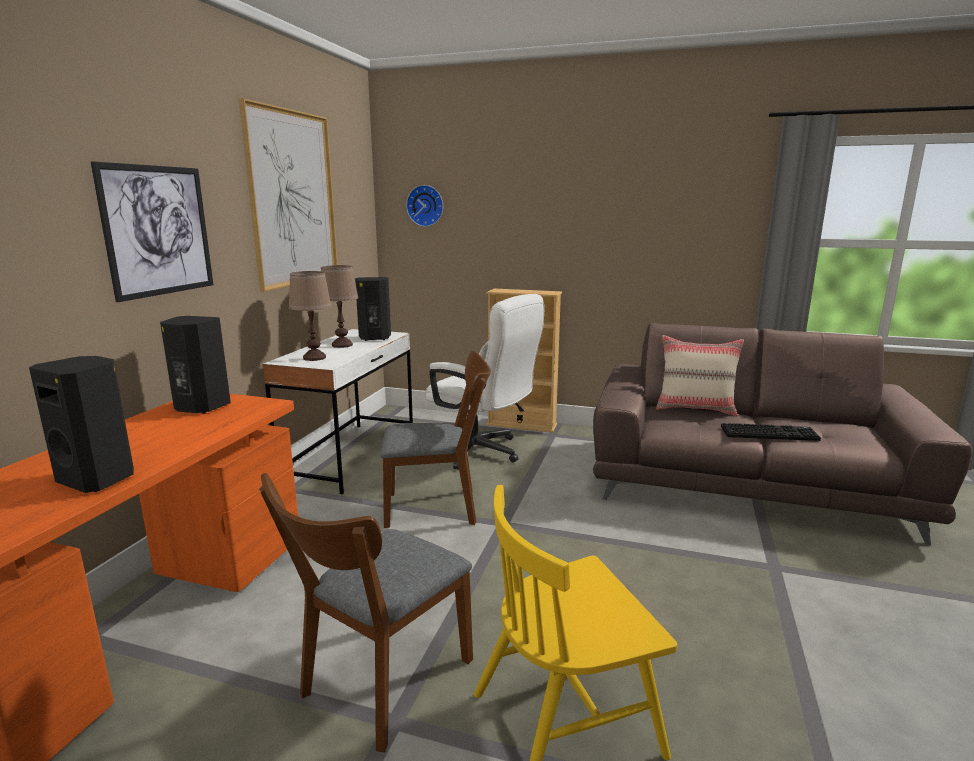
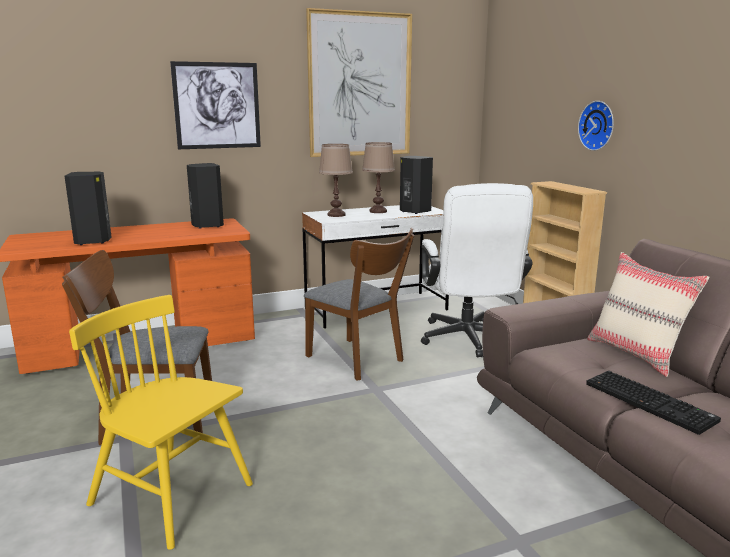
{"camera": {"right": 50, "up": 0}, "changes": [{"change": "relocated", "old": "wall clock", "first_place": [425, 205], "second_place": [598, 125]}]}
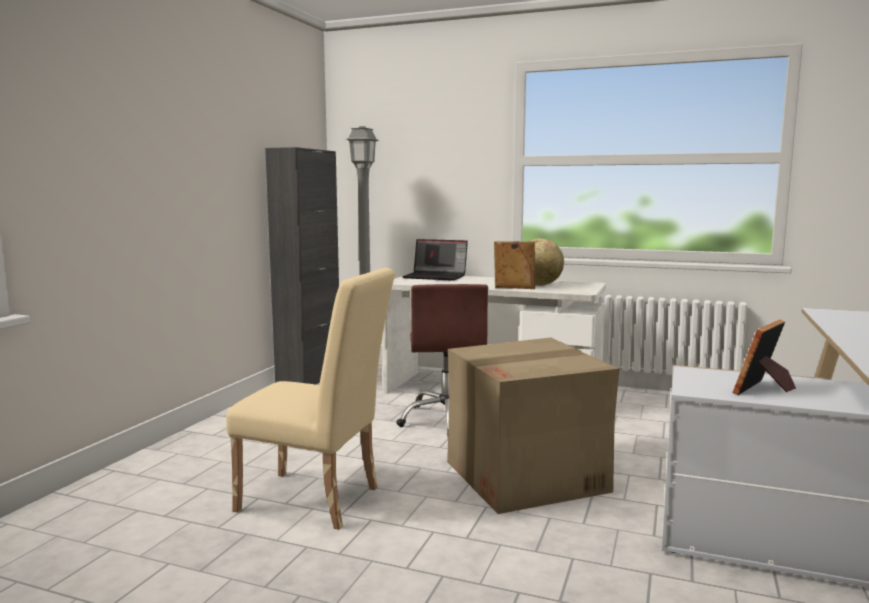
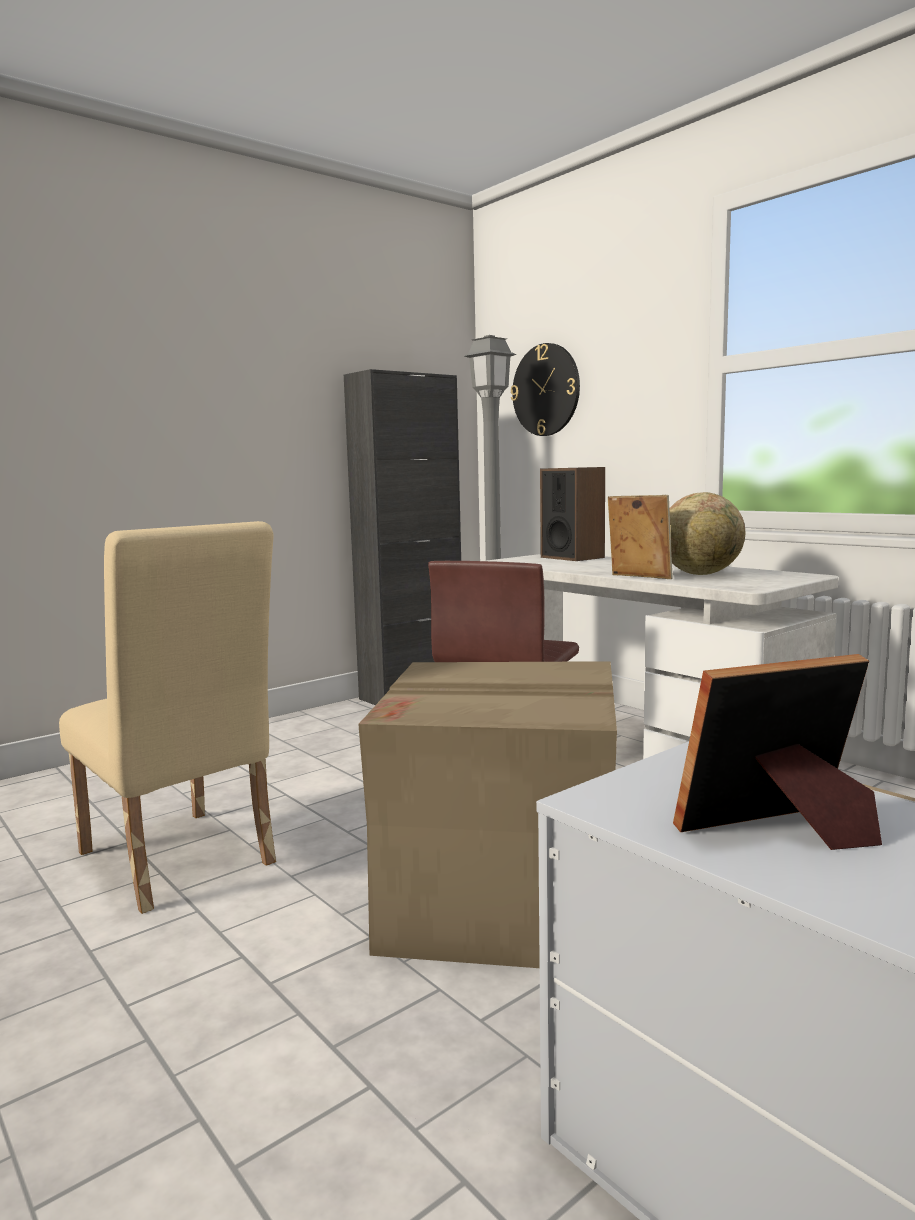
{"camera": {"right": 30, "up": 0}, "changes": [{"change": "exchanged", "old": "laptop", "new": "speaker", "first_place": [436, 277], "second_place": [572, 557]}, {"change": "appeared", "new": "wall clock", "second_place": [546, 390]}]}
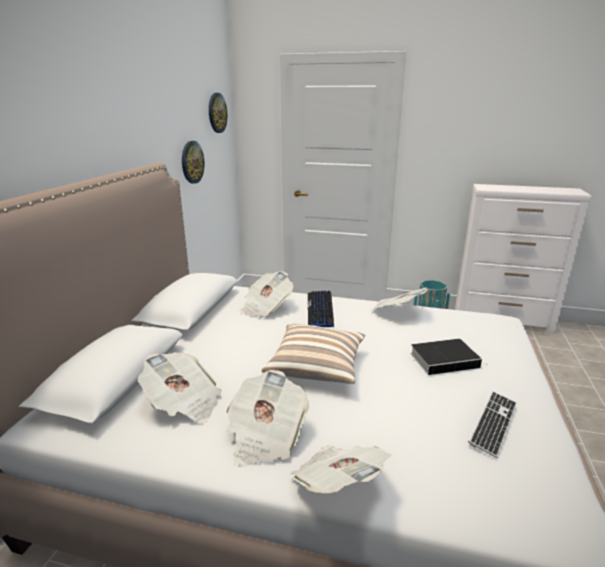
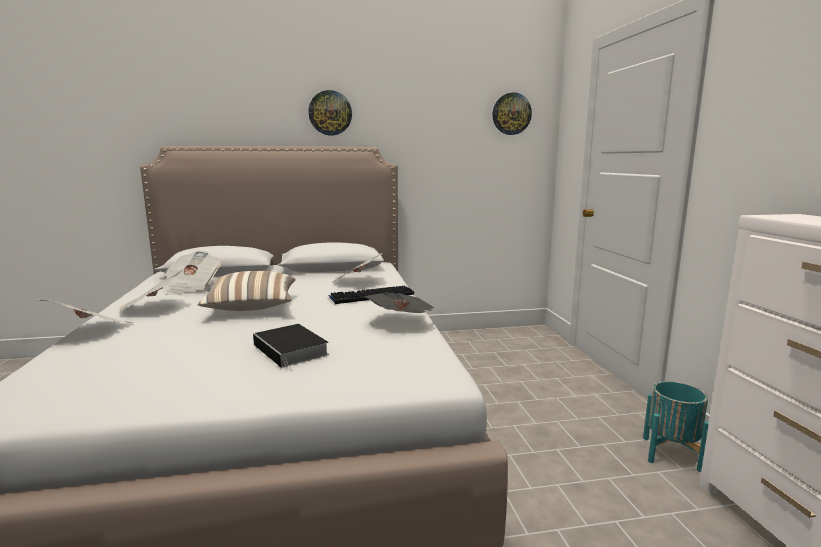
{"camera": {"right": 65, "up": -10}, "changes": [{"change": "relocated", "old": "wall clock", "first_place": [192, 162], "second_place": [330, 113]}, {"change": "missing", "old": "computer keyboard", "first_place": [493, 424]}]}
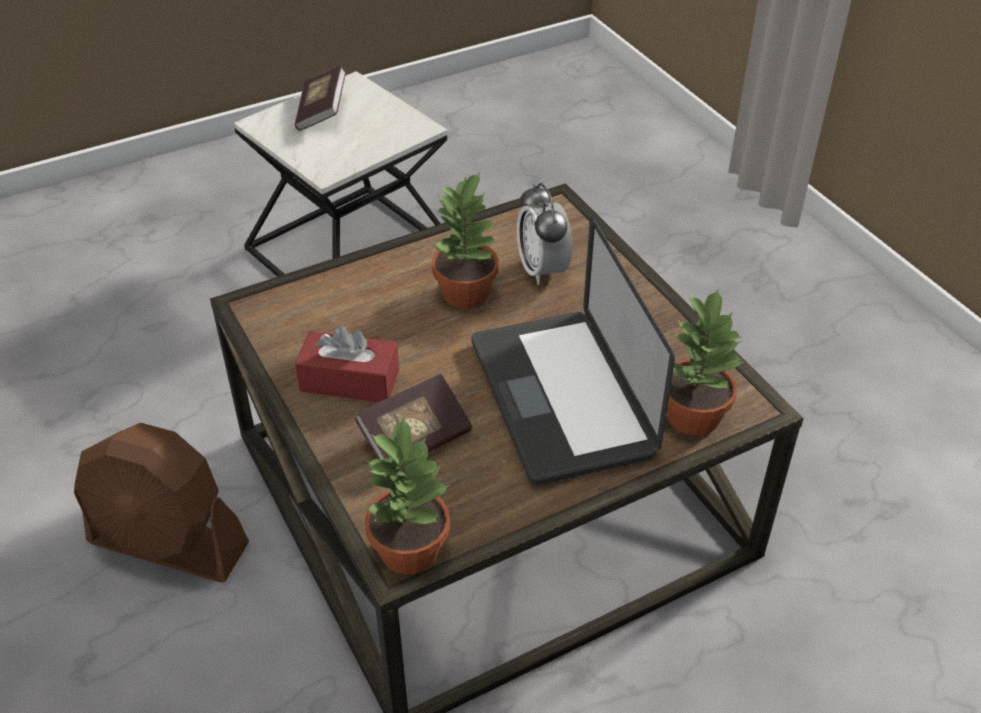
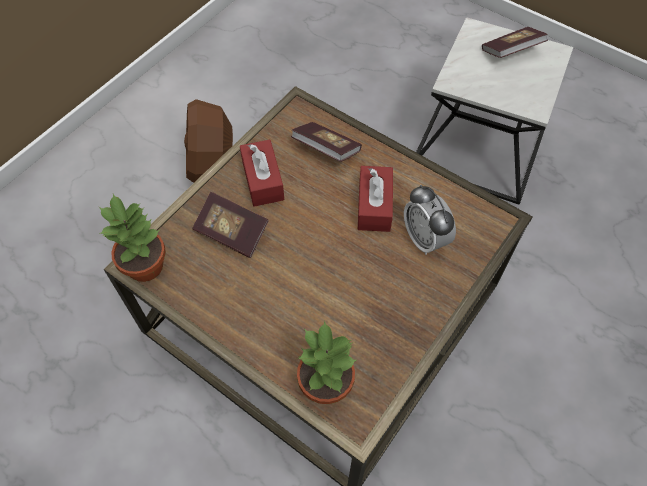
{"camera": {"right": 65, "up": 15}, "changes": [{"change": "exchanged", "old": "houseplant", "new": "tissue box in red", "first_place": [467, 293], "second_place": [374, 206]}, {"change": "missing", "old": "laptop", "first_place": [561, 397]}, {"change": "spun", "old": "alarm clock", "first_place": [542, 269], "second_place": [425, 239], "degrees": -75}, {"change": "appeared", "new": "bound book", "second_place": [326, 149]}]}
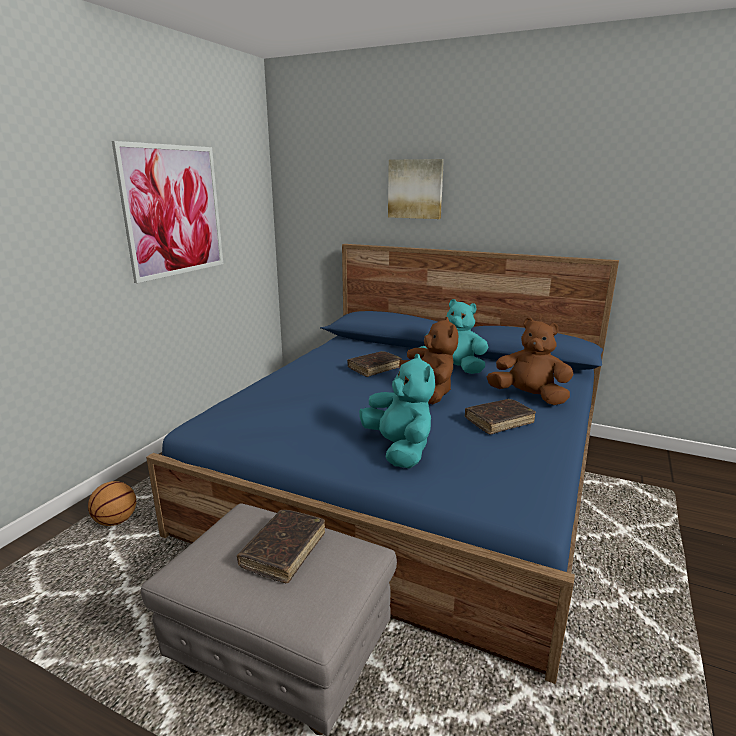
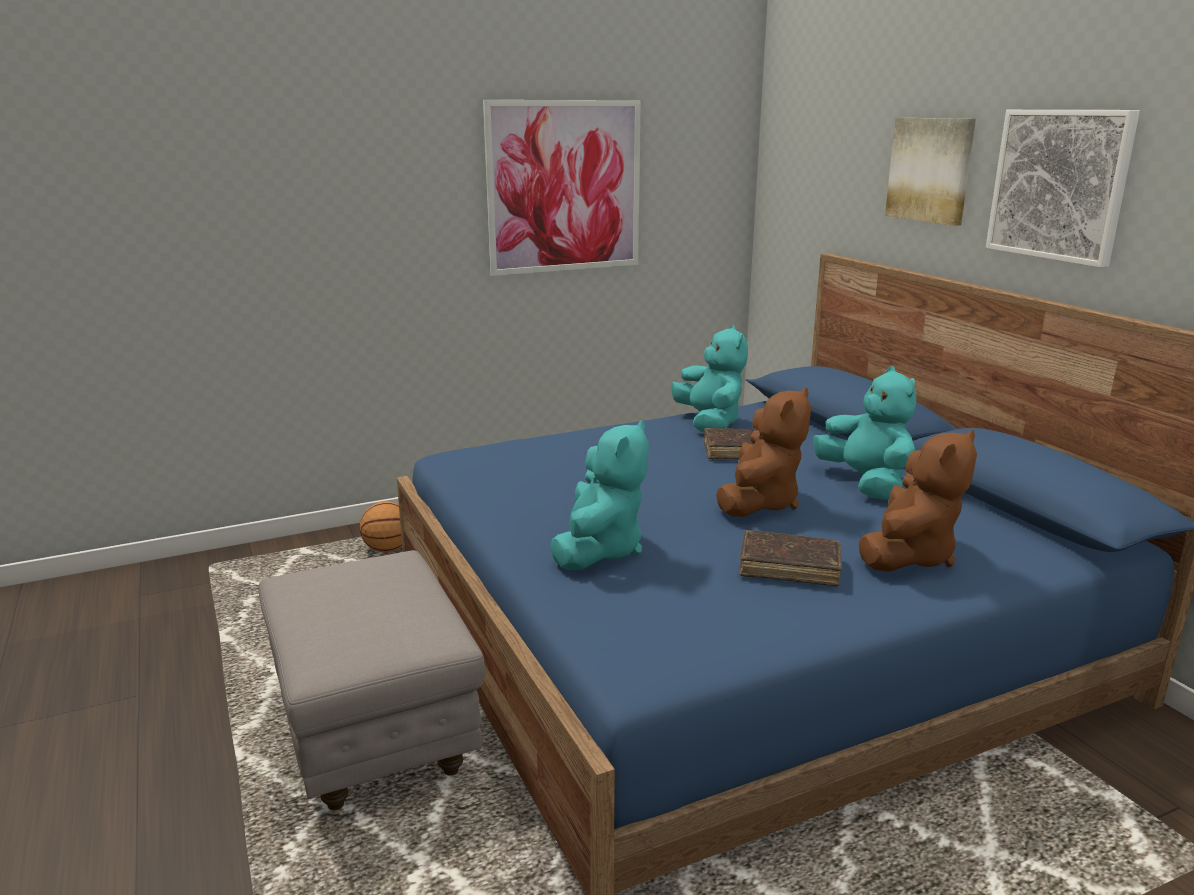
{"camera": {"right": 40, "up": 0}, "changes": [{"change": "missing", "old": "bound book in brown-coloured", "first_place": [284, 551]}, {"change": "spun", "old": "cuddly toy in brown-coloured", "first_place": [529, 397], "second_place": [909, 556], "degrees": 60}, {"change": "appeared", "new": "cuddly toy in turquoise", "second_place": [709, 423]}, {"change": "appeared", "new": "wall picture", "second_place": [1059, 185]}]}
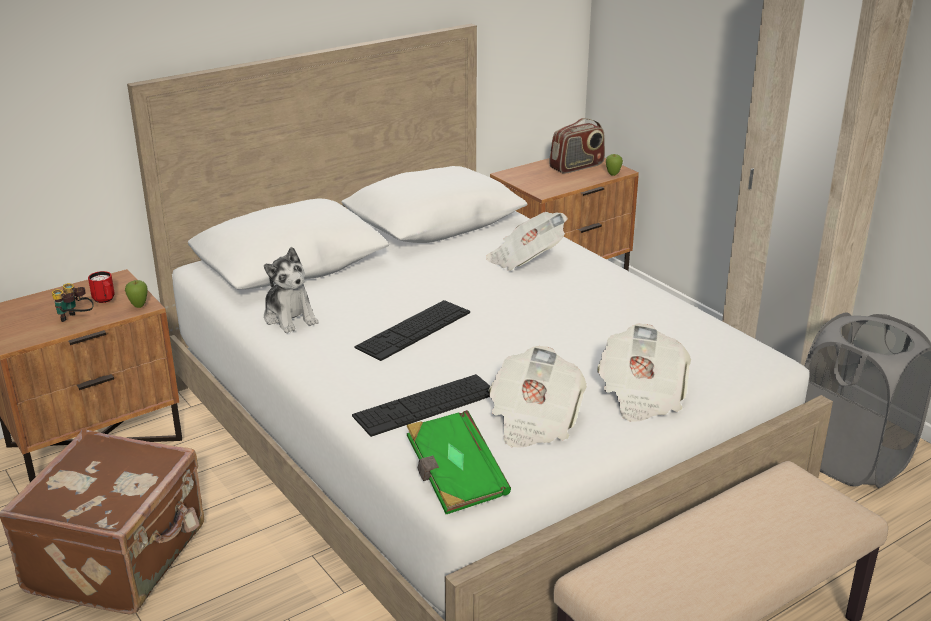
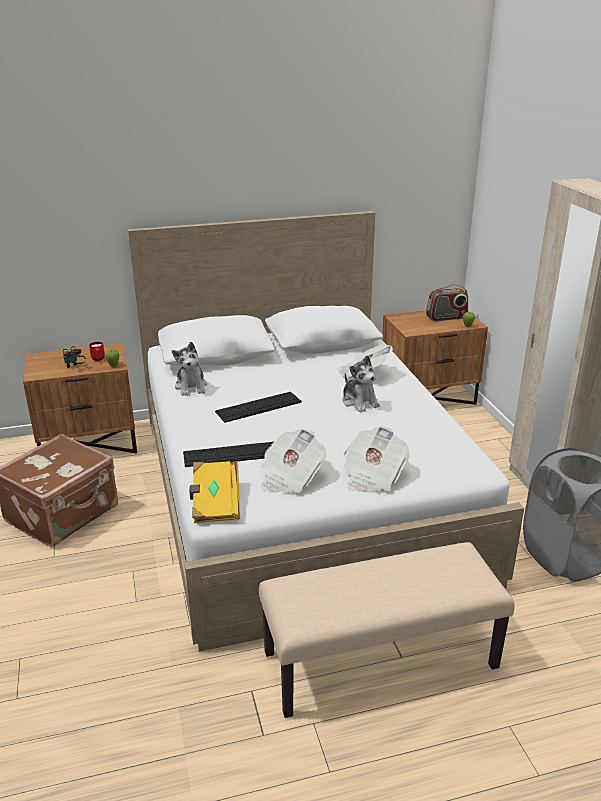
{"camera": {"right": 20, "up": 0}, "changes": [{"change": "colour", "old": "bound book in green-coloured", "new": "bound book in yellow", "first_place": [455, 479], "second_place": [215, 503]}, {"change": "appeared", "new": "cuddly toy", "second_place": [359, 402]}]}
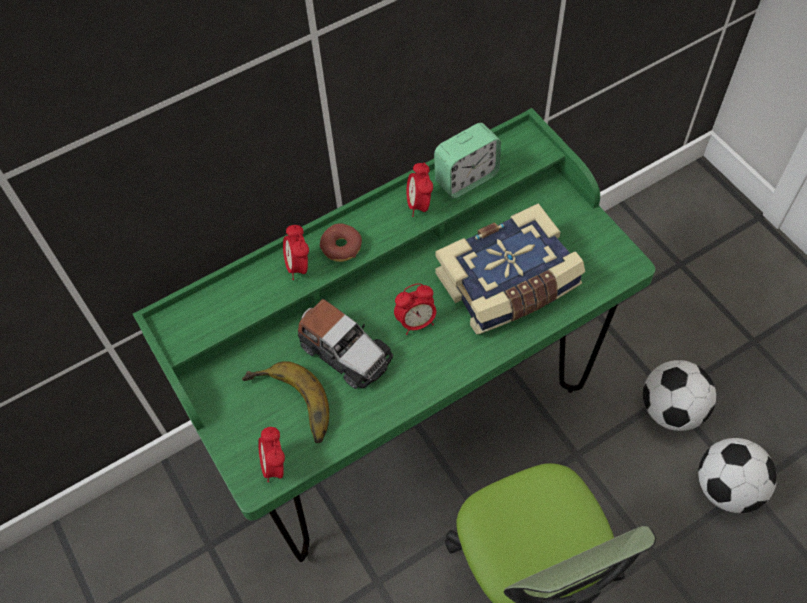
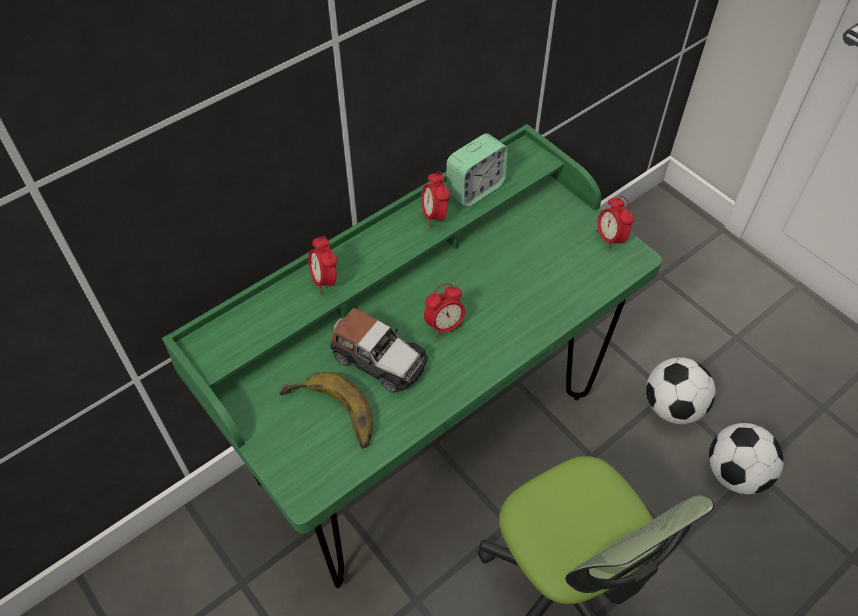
{"camera": {"right": -10, "up": -5}, "changes": [{"change": "relocated", "old": "alarm clock", "first_place": [275, 465], "second_place": [610, 238]}, {"change": "missing", "old": "donut", "first_place": [341, 247]}, {"change": "missing", "old": "bound book", "first_place": [509, 285]}]}
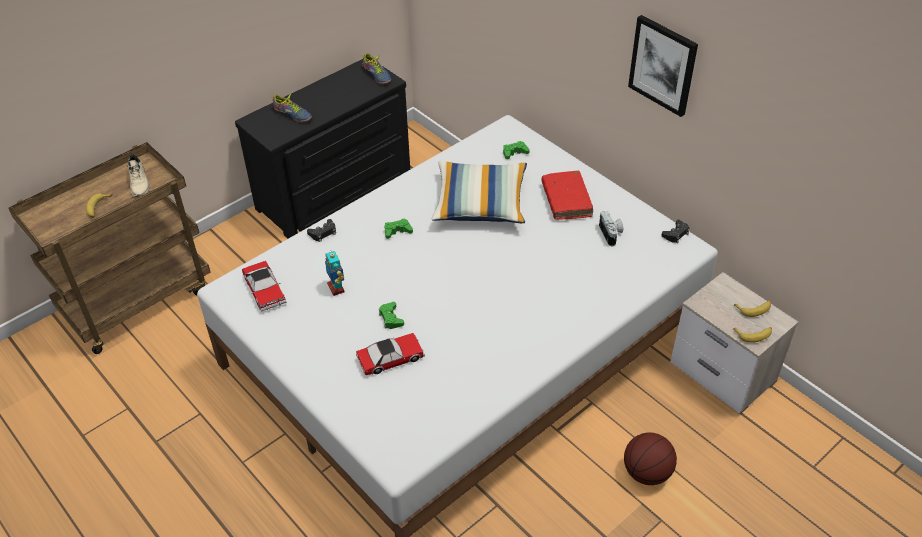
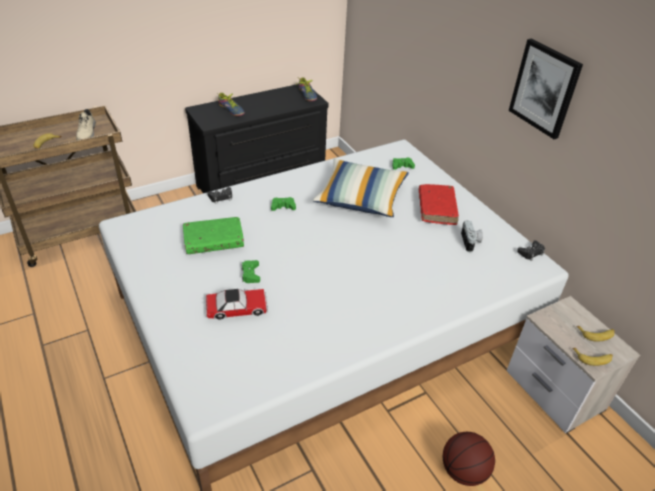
{"camera": {"right": 10, "up": -5}, "changes": [{"change": "missing", "old": "miniature car", "first_place": [264, 290]}, {"change": "exchanged", "old": "robot figure", "new": "bound book in green-coloured", "first_place": [336, 288], "second_place": [214, 241]}]}
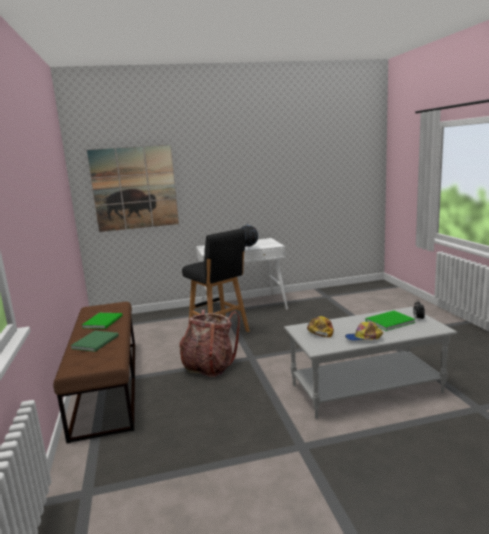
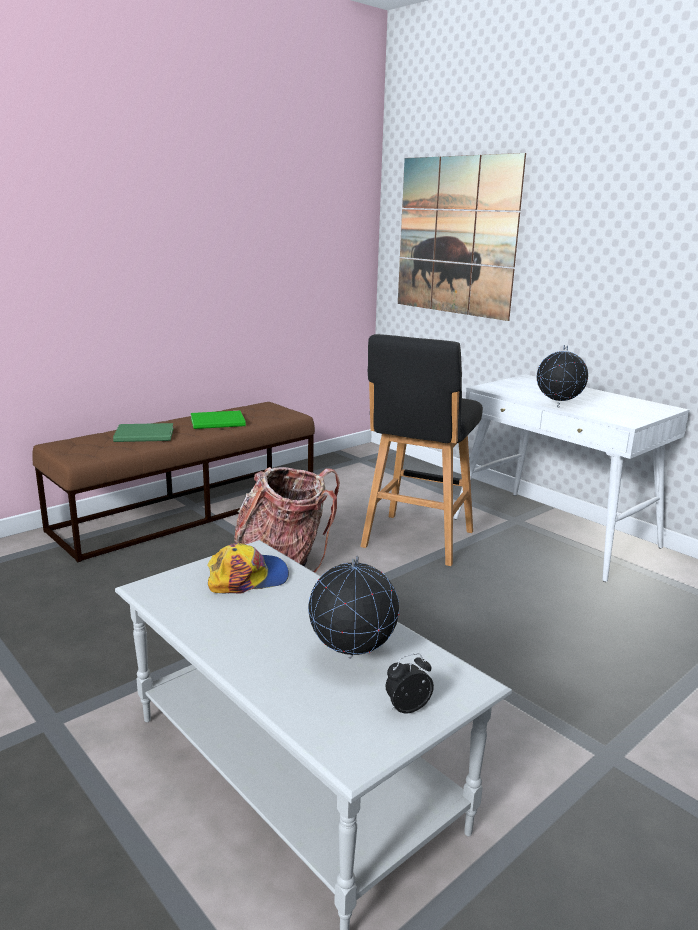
{"camera": {"right": 60, "up": 5}, "changes": [{"change": "missing", "old": "baseball cap", "first_place": [364, 338]}, {"change": "exchanged", "old": "bound book in green-coloured", "new": "desk globe", "first_place": [388, 321], "second_place": [352, 657]}]}
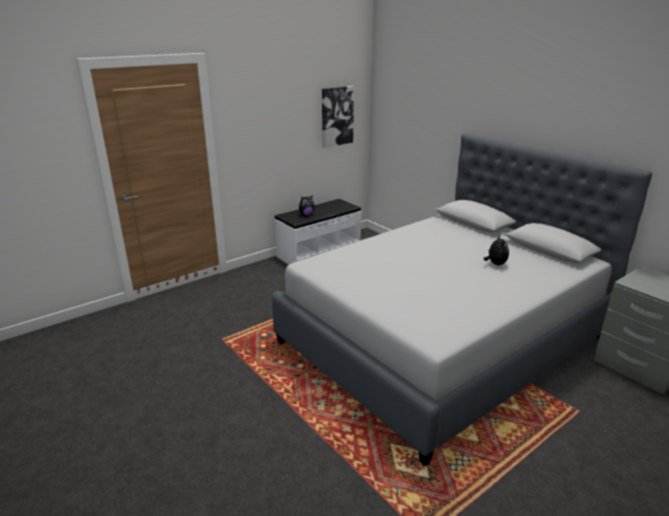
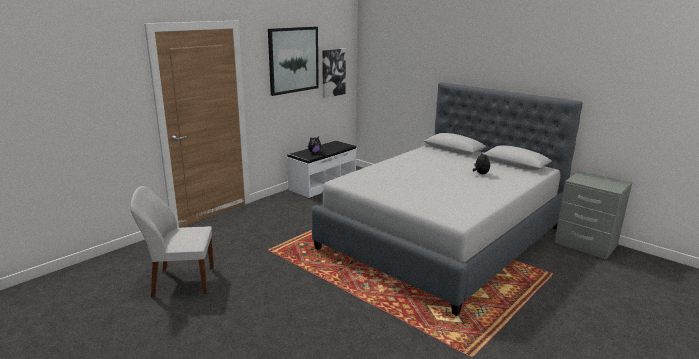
{"camera": {"right": -10, "up": -5}, "changes": [{"change": "appeared", "new": "plain chair in whitish", "second_place": [181, 281]}, {"change": "appeared", "new": "wall picture", "second_place": [293, 60]}]}
